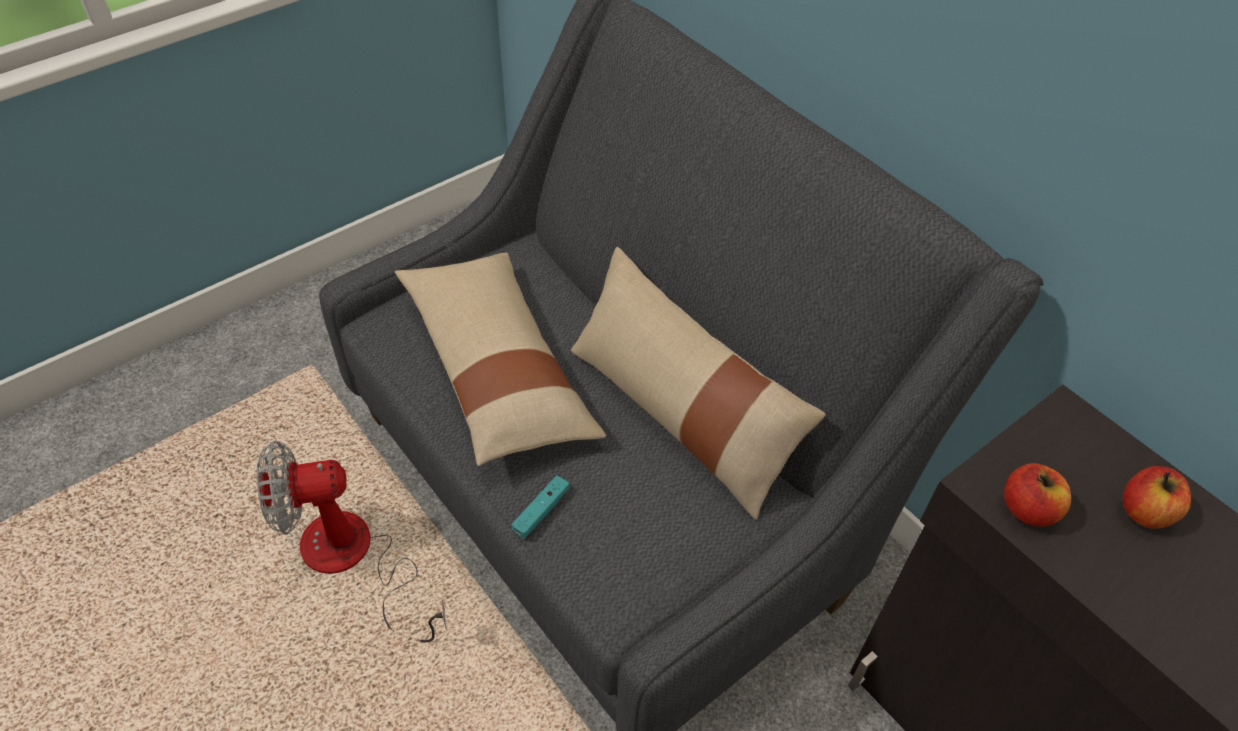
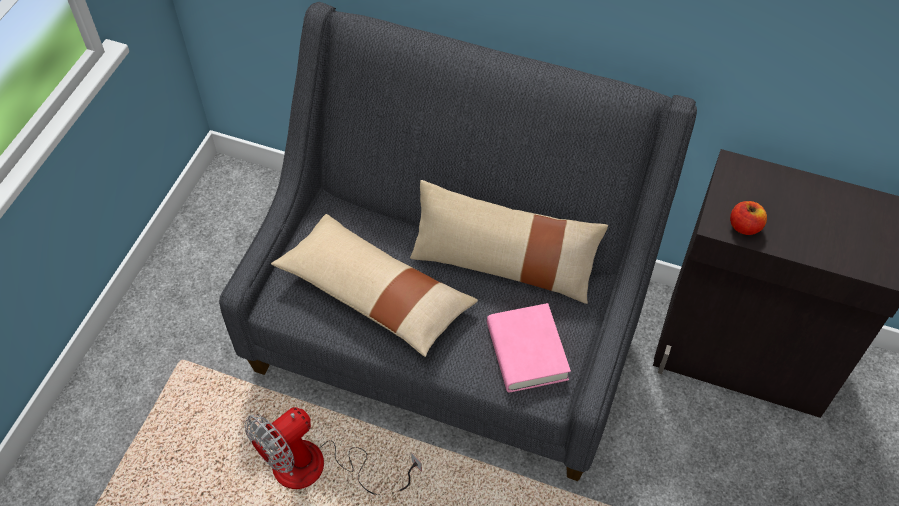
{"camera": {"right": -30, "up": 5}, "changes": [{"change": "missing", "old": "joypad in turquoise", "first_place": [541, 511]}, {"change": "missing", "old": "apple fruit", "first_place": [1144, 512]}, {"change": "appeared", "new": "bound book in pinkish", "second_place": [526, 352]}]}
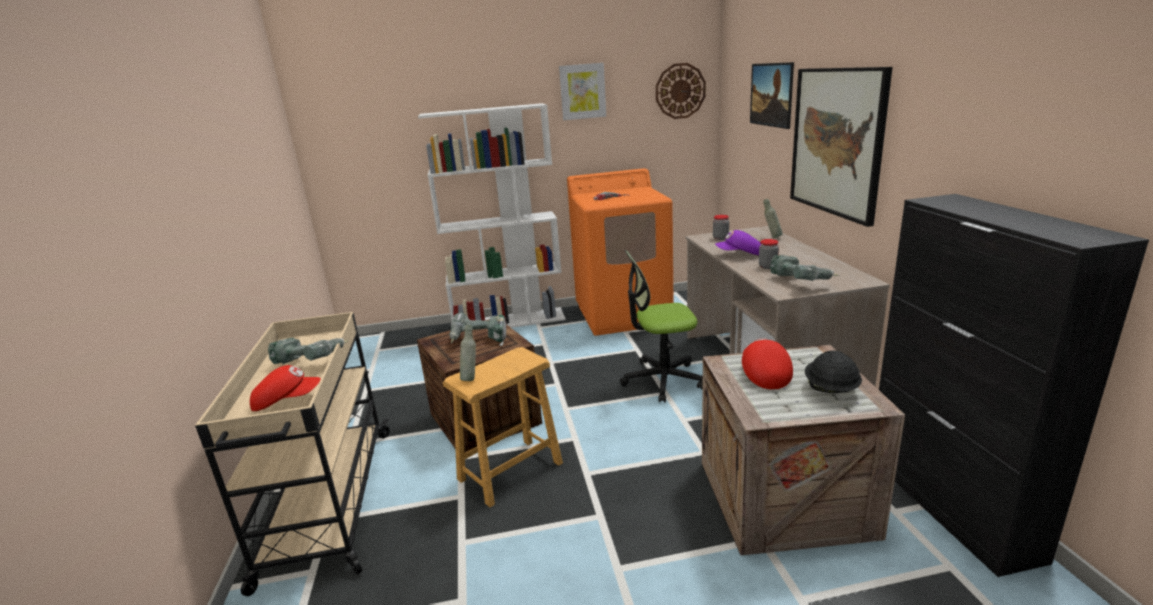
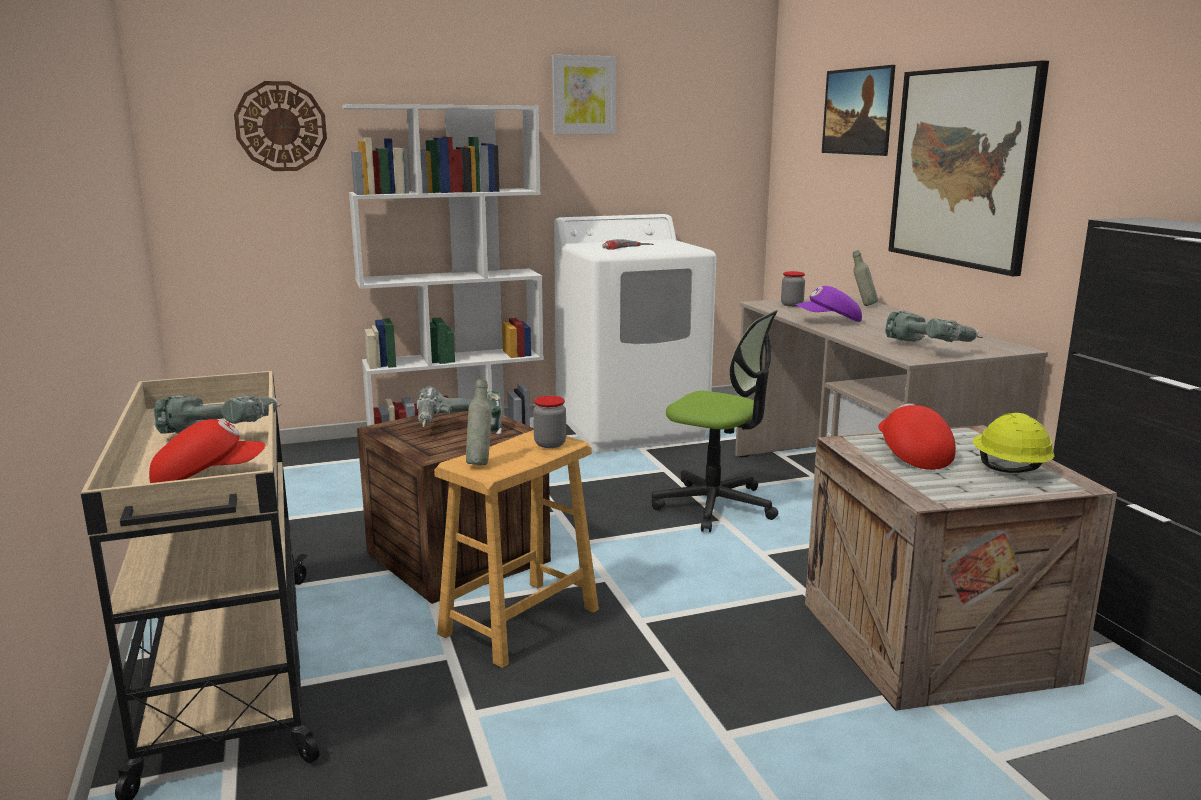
{"camera": {"right": -10, "up": -5}, "changes": [{"change": "colour", "old": "laundry appliance in orangey", "new": "laundry appliance in whitish", "first_place": [623, 314], "second_place": [631, 427]}, {"change": "spun", "old": "desk chair", "first_place": [662, 380], "second_place": [715, 506], "degrees": -135}, {"change": "relocated", "old": "wall clock", "first_place": [680, 91], "second_place": [281, 126]}, {"change": "relocated", "old": "storage jar", "first_place": [768, 266], "second_place": [550, 444]}, {"change": "colour", "old": "safety helmet in black-coloured", "new": "safety helmet in yellow", "first_place": [830, 389], "second_place": [1009, 469]}]}
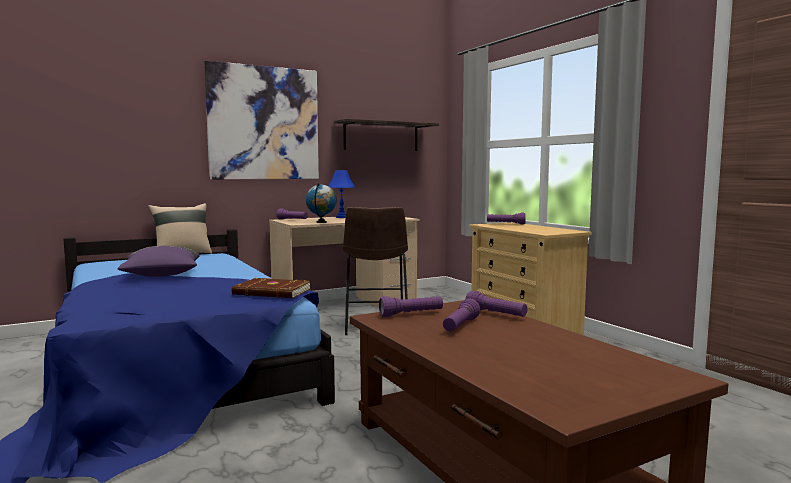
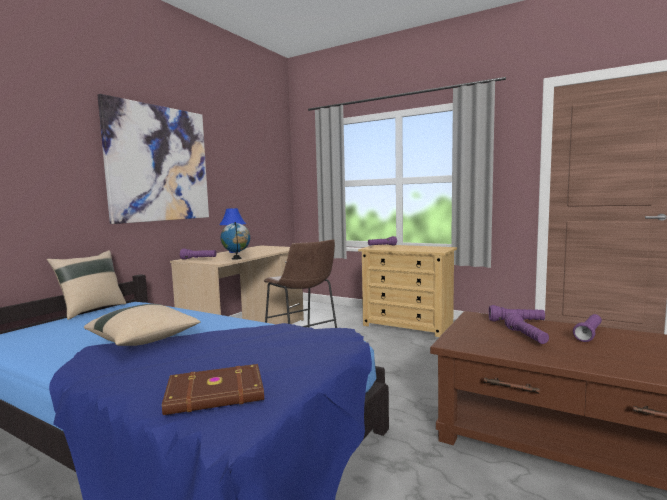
{"camera": {"right": -30, "up": 0}, "changes": [{"change": "colour", "old": "cushion in purple-coloured", "new": "cushion in sand-coloured", "first_place": [162, 276], "second_place": [144, 341]}, {"change": "relocated", "old": "bound book in brown-coloured", "first_place": [272, 292], "second_place": [216, 394]}, {"change": "missing", "old": "shelf", "first_place": [381, 136]}, {"change": "relocated", "old": "torch in purple-coloured", "first_place": [411, 314], "second_place": [589, 334]}]}
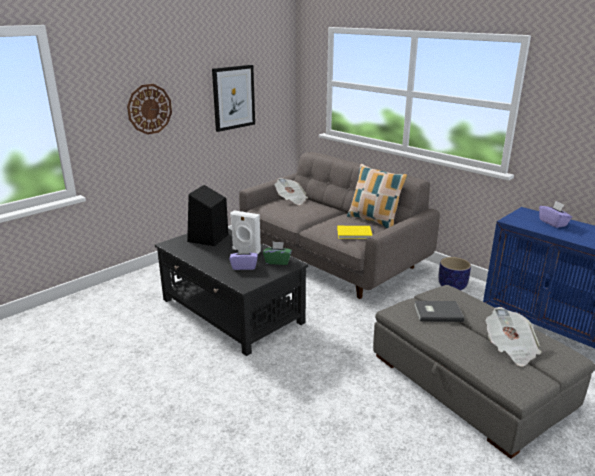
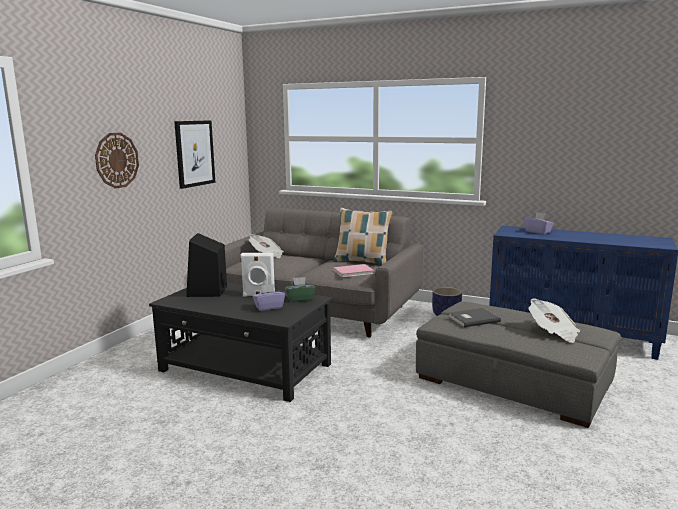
{"camera": {"right": -20, "up": -10}, "changes": [{"change": "colour", "old": "bound book in yellow", "new": "bound book in pinkish", "first_place": [355, 234], "second_place": [354, 272]}]}
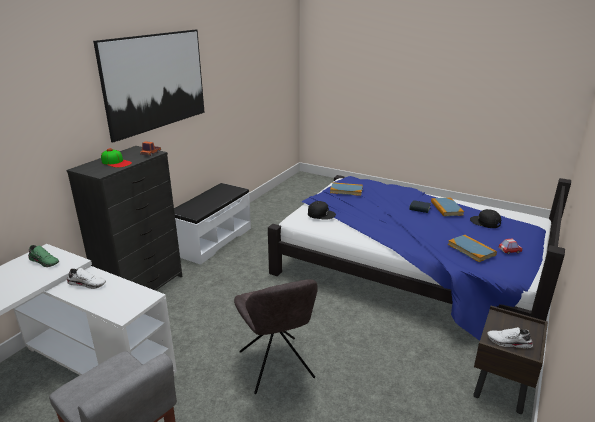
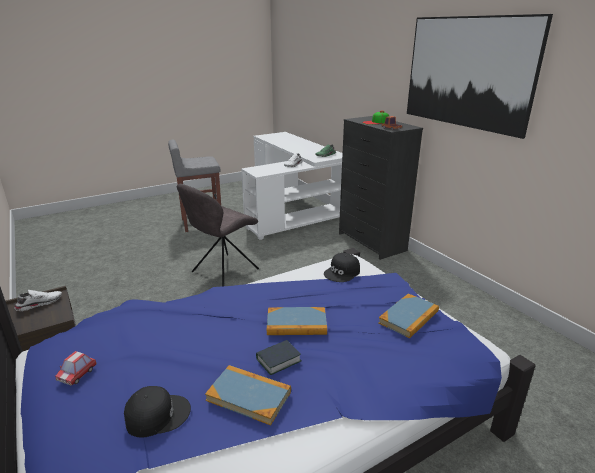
{"camera": {"right": 120, "up": 0}, "changes": [{"change": "missing", "old": "indoor bench in whitish", "first_place": [212, 240]}, {"change": "spun", "old": "plain chair in greyish", "first_place": [276, 367], "second_place": [223, 271], "degrees": -60}, {"change": "relocated", "old": "bound book", "first_place": [471, 250], "second_place": [296, 324]}]}
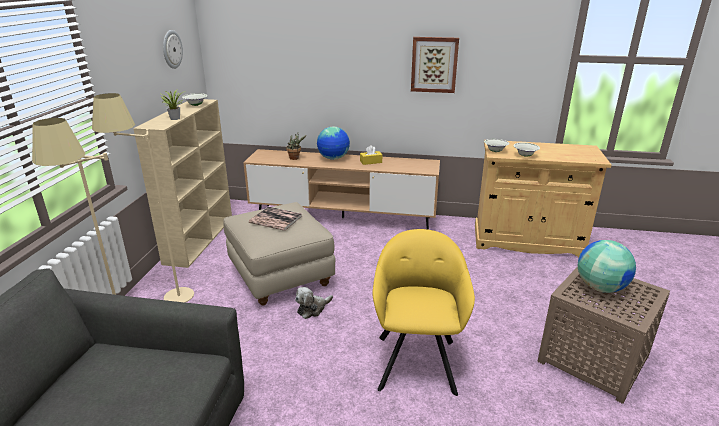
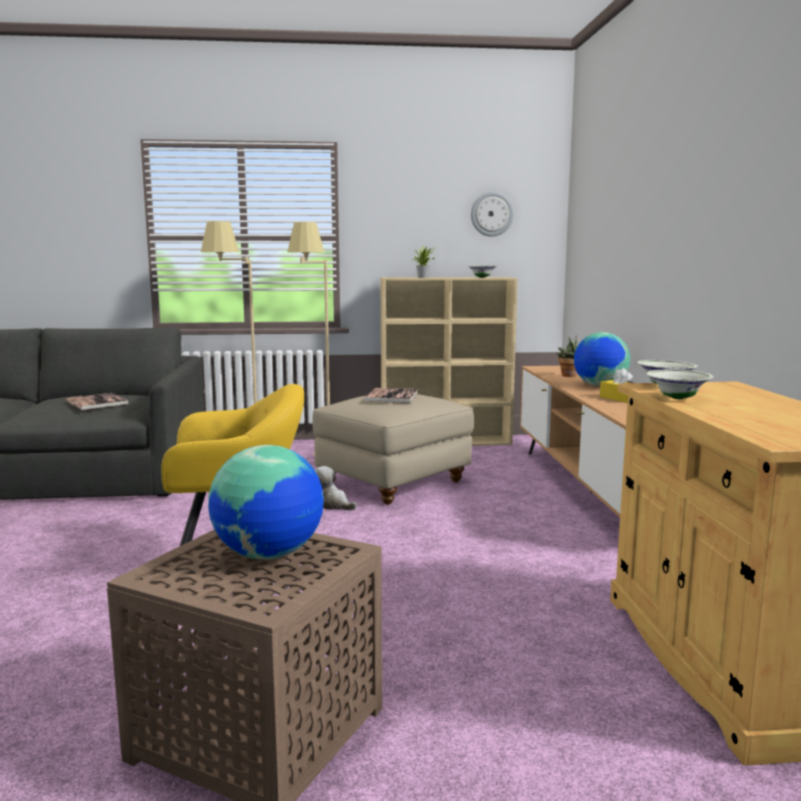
{"camera": {"right": 75, "up": -15}, "changes": [{"change": "missing", "old": "wall picture", "first_place": [434, 64]}, {"change": "appeared", "new": "bound book", "second_place": [97, 403]}]}
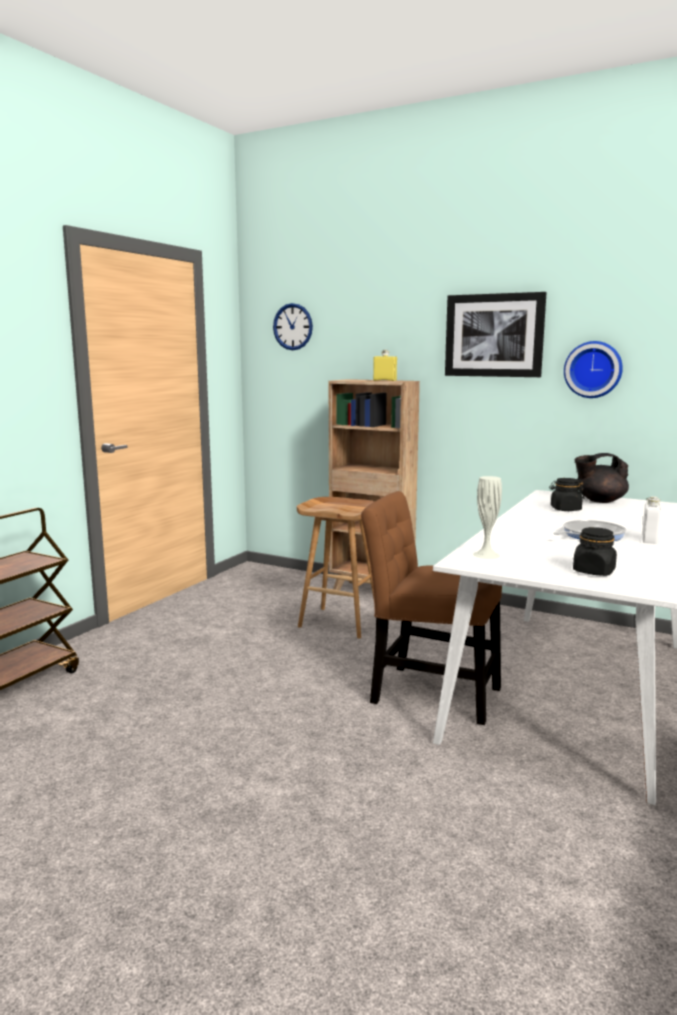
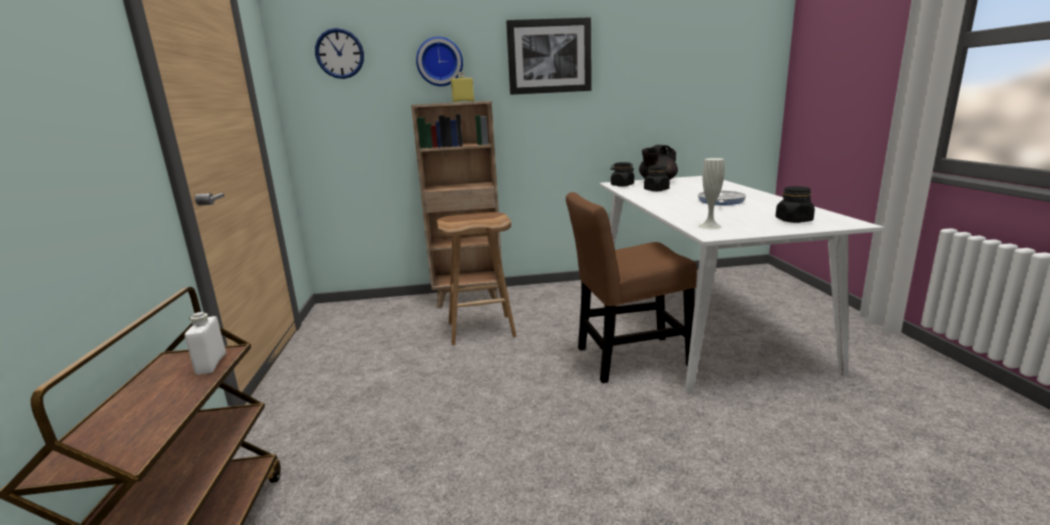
{"camera": {"right": -35, "up": 5}, "changes": [{"change": "relocated", "old": "wall clock", "first_place": [593, 369], "second_place": [439, 62]}, {"change": "relocated", "old": "drink bottle in whitish", "first_place": [649, 539], "second_place": [211, 364]}, {"change": "appeared", "new": "storage jar in black-coloured", "second_place": [622, 185]}]}
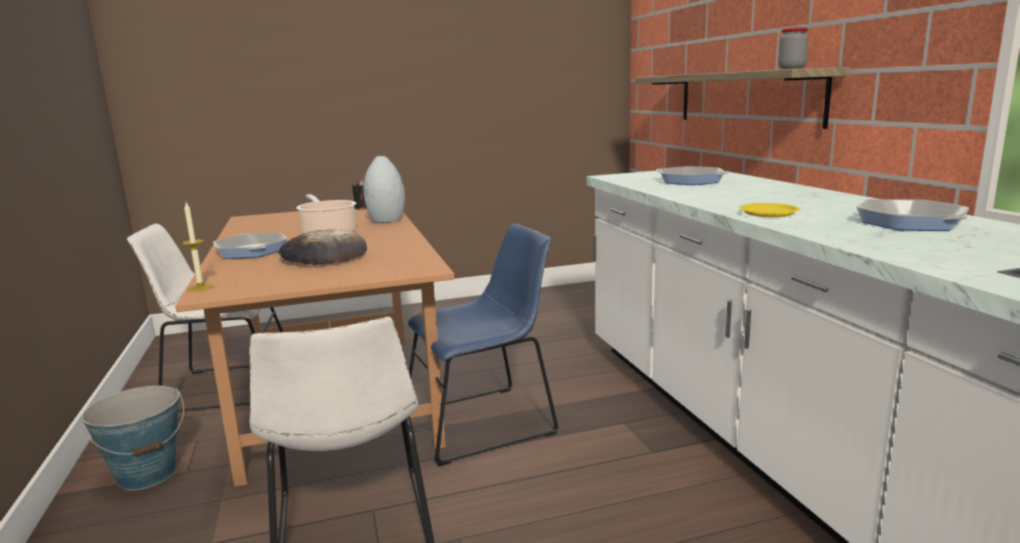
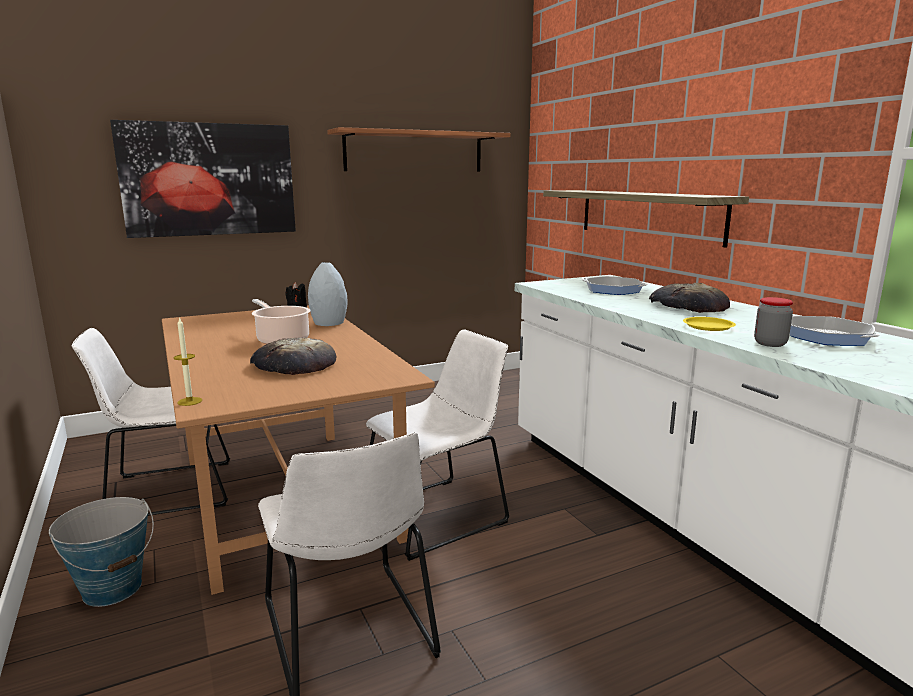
{"camera": {"right": -10, "up": 0}, "changes": [{"change": "missing", "old": "skillet", "first_place": [251, 251]}, {"change": "colour", "old": "plain chair in bluish", "new": "plain chair in whitish", "first_place": [485, 422], "second_place": [438, 514]}, {"change": "relocated", "old": "storage jar", "first_place": [791, 68], "second_place": [770, 343]}, {"change": "appeared", "new": "wall picture", "second_place": [209, 179]}, {"change": "appeared", "new": "shelf", "second_place": [414, 152]}, {"change": "appeared", "new": "bakery bread", "second_place": [687, 306]}]}
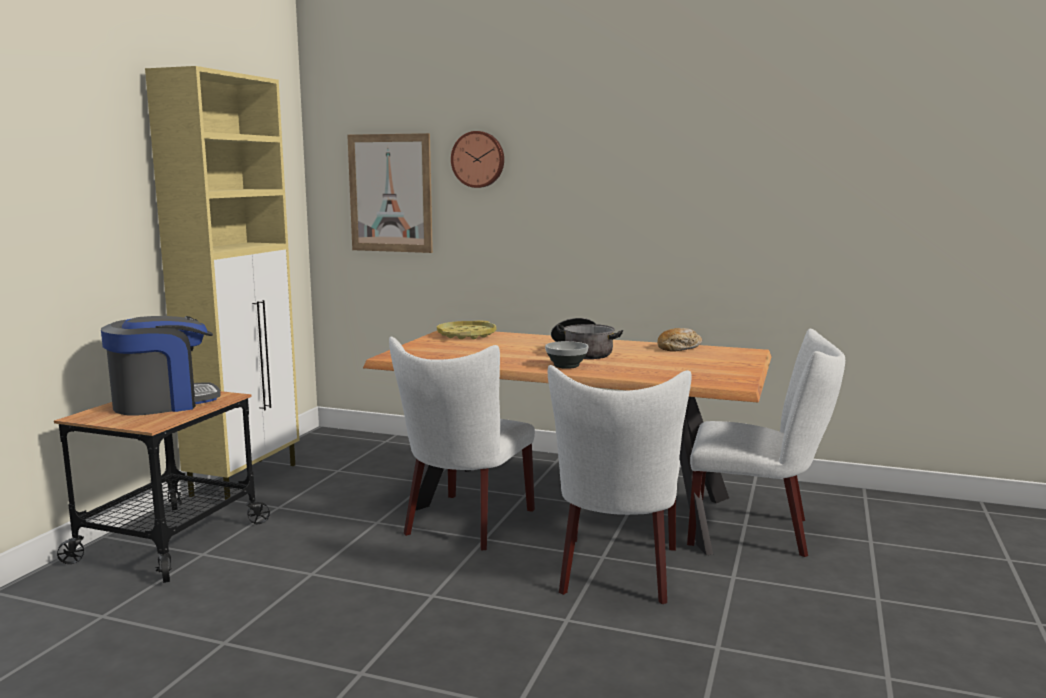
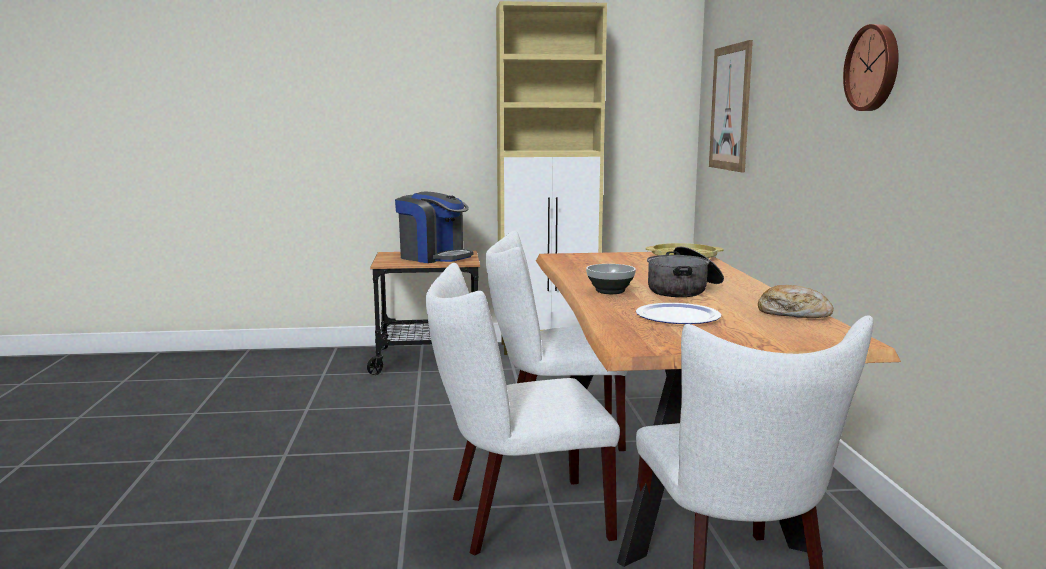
{"camera": {"right": 65, "up": 0}, "changes": [{"change": "relocated", "old": "wall clock", "first_place": [478, 159], "second_place": [874, 68]}, {"change": "appeared", "new": "flat dish", "second_place": [678, 316]}]}
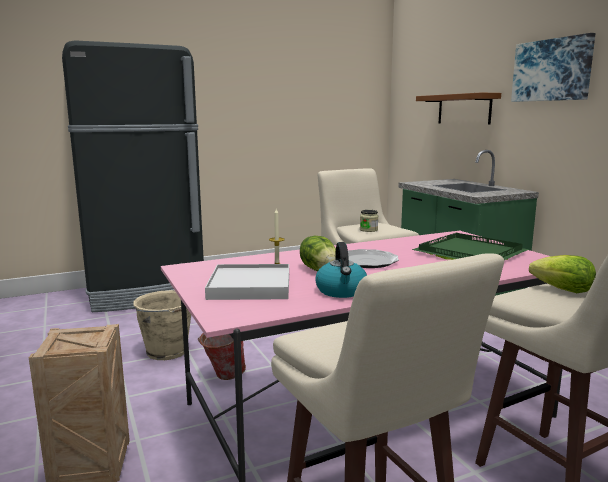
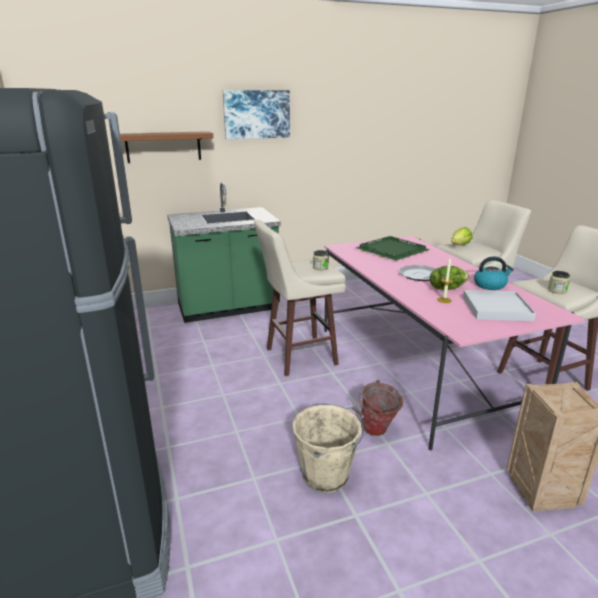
{"camera": {"right": -85, "up": 10}, "changes": [{"change": "appeared", "new": "storage jar", "second_place": [557, 290]}]}
